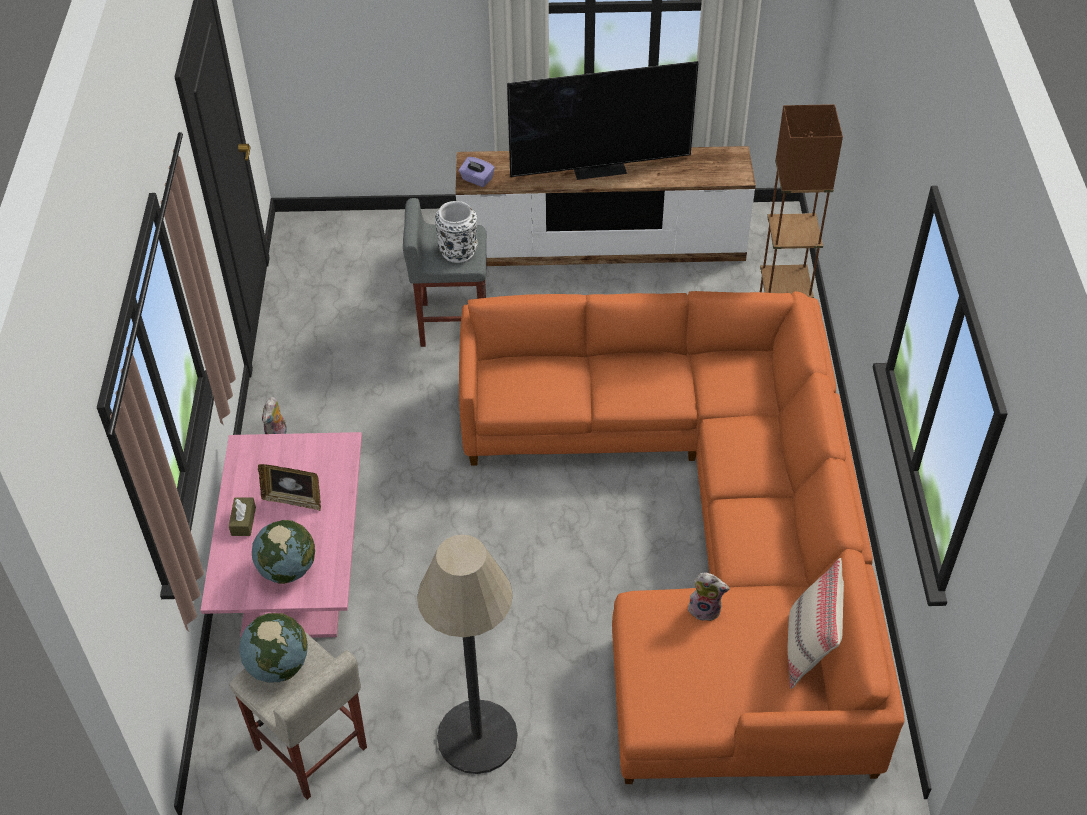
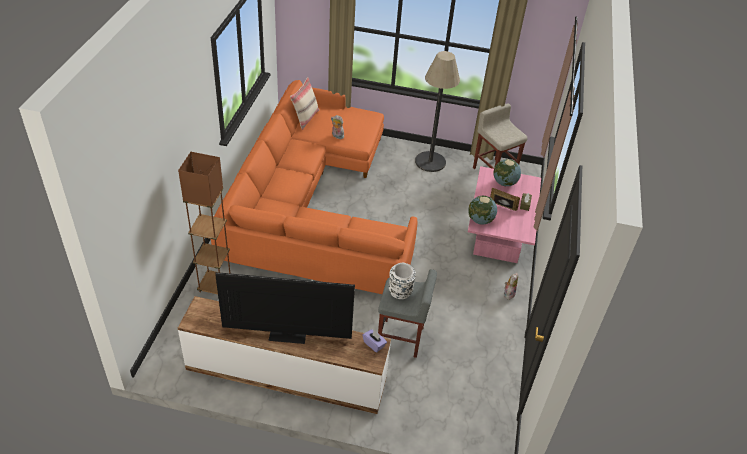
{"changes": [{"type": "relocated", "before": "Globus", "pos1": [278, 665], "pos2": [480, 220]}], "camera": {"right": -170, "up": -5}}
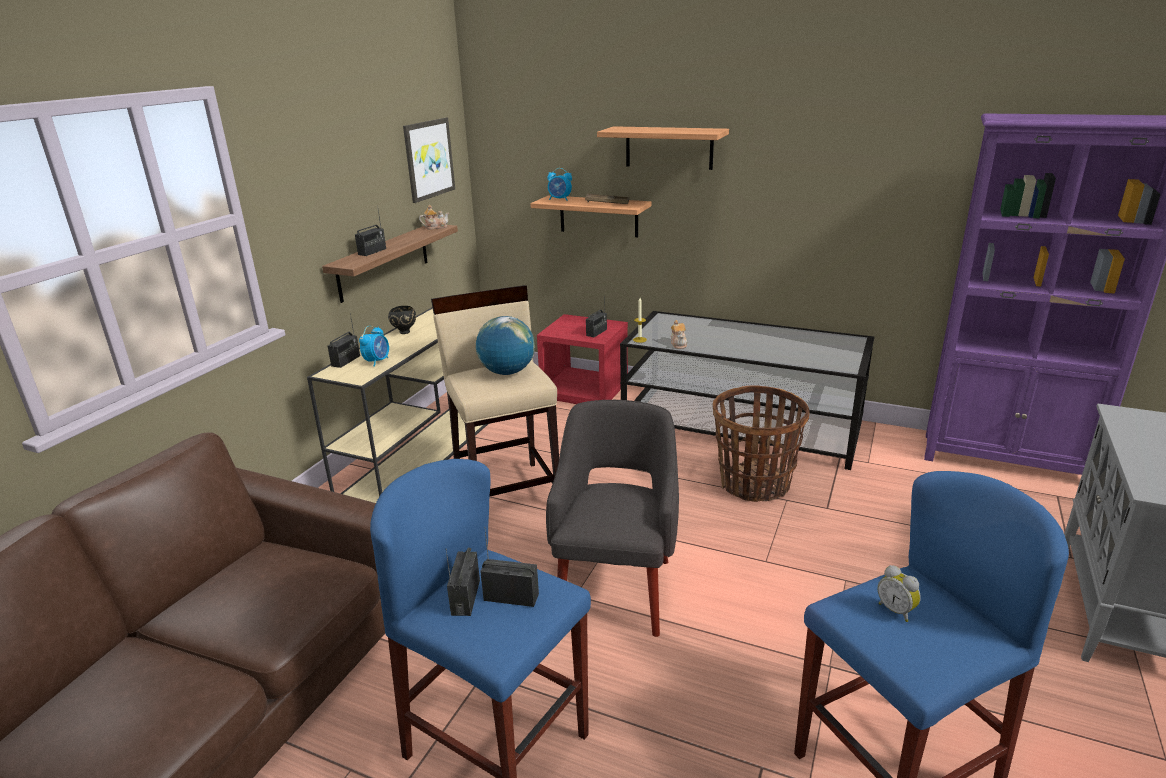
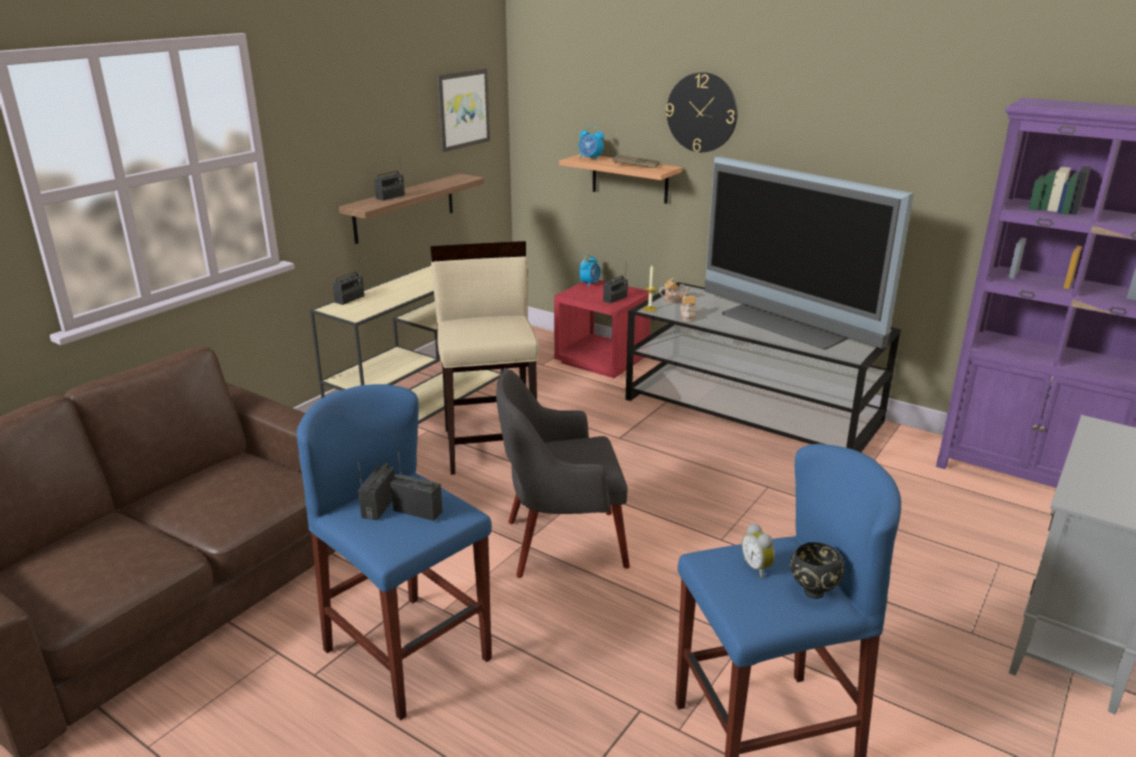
{"changes": [{"type": "relocated", "before": "Wecker", "pos1": [377, 361], "pos2": [590, 283]}, {"type": "relocated", "before": "Schüssel (schwarz)", "pos1": [404, 332], "pos2": [812, 591]}, {"type": "relocated", "before": "Teekanne", "pos1": [435, 227], "pos2": [674, 300]}, {"type": "missing", "before": "Globus", "pos1": [507, 372]}, {"type": "spun", "before": "Sessel (grau)", "pos1": [615, 588], "pos2": [563, 543], "turn": -120}, {"type": "exchanged", "before": "Wandregal", "after": "Wanduhr", "pos1": [669, 147], "pos2": [702, 112]}, {"type": "missing", "before": "Korb", "pos1": [754, 484]}, {"type": "appeared", "after": "Fernseher", "pos2": [786, 324]}], "camera": {"right": 10, "up": 0}}
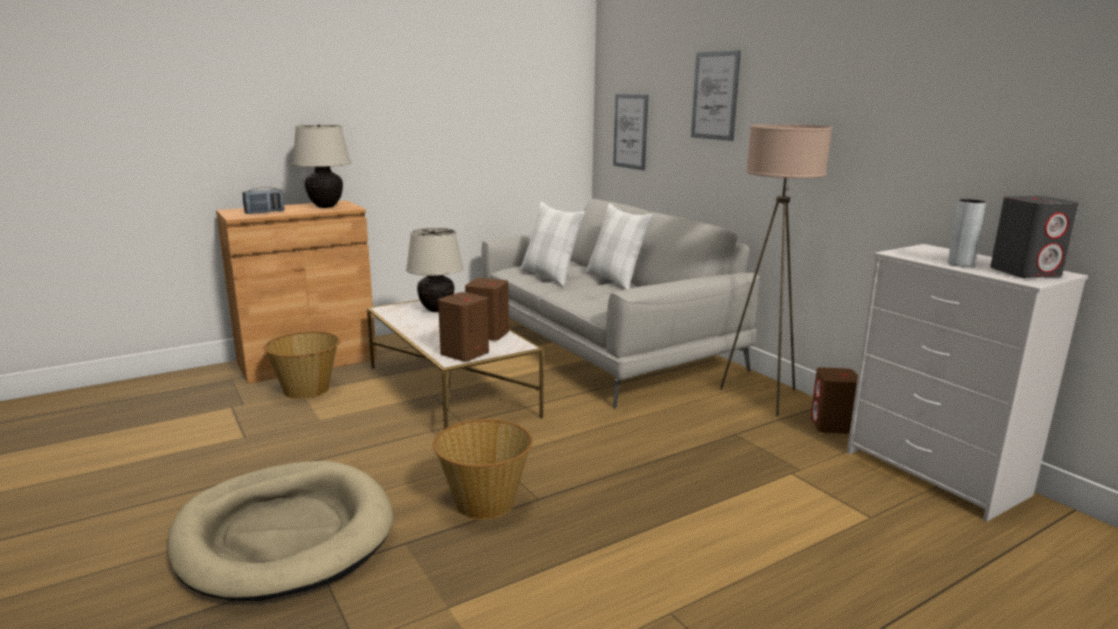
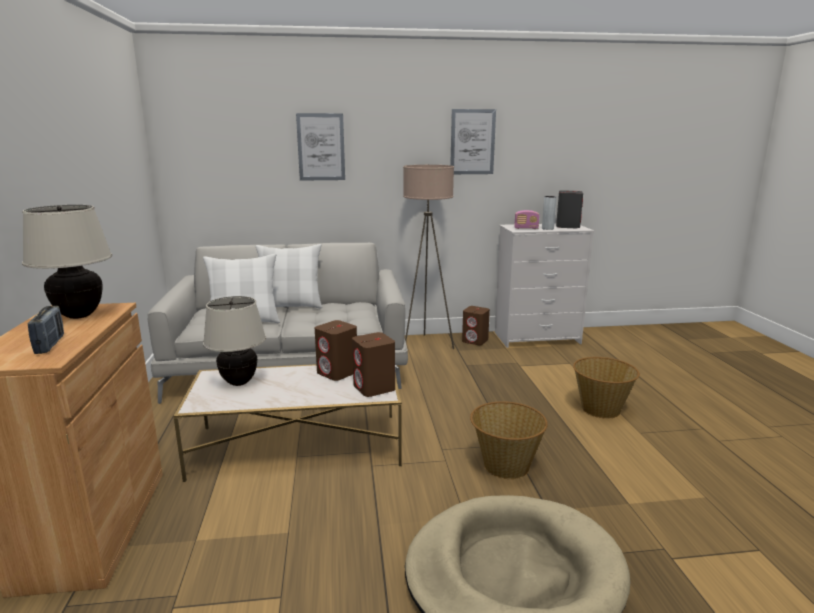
{"changes": [{"type": "relocated", "before": "Korb", "pos1": [307, 390], "pos2": [601, 409]}, {"type": "relocated", "before": "Bild", "pos1": [630, 131], "pos2": [472, 142]}, {"type": "appeared", "after": "Radio", "pos2": [526, 228]}], "camera": {"right": -65, "up": 0}}
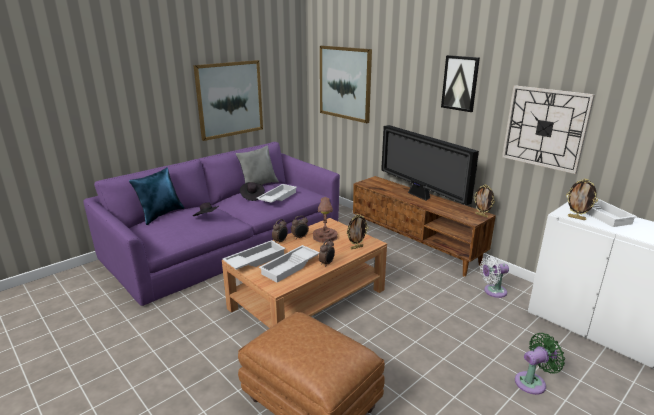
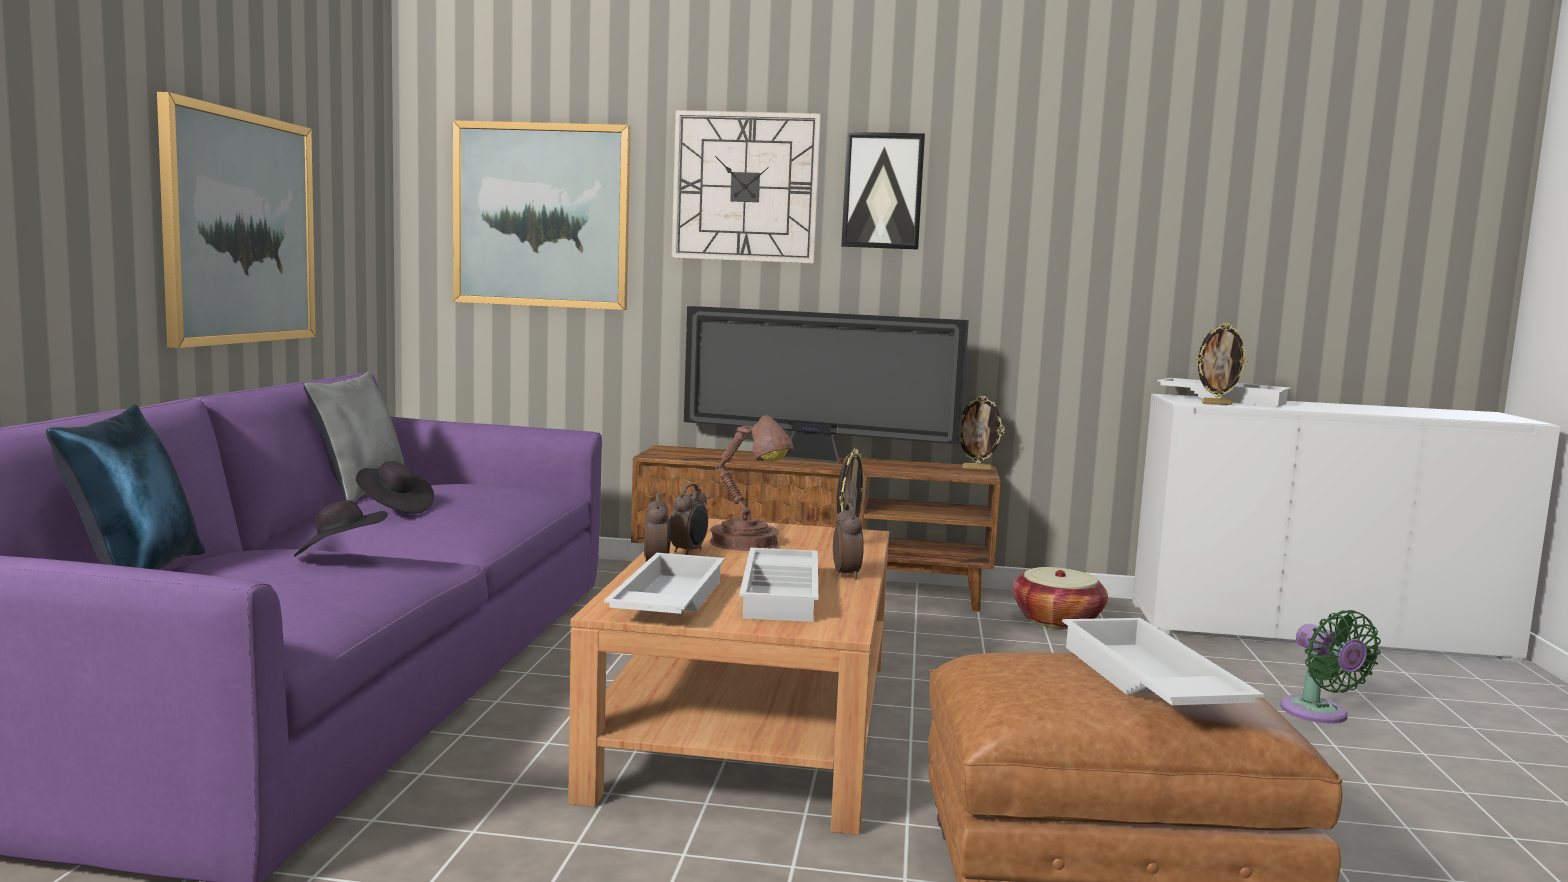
{"changes": [{"type": "relocated", "before": "Tablett (weiß)", "pos1": [277, 197], "pos2": [1146, 682]}, {"type": "exchanged", "before": "Ventilator (weiß)", "after": "Korb", "pos1": [492, 291], "pos2": [1057, 620]}, {"type": "relocated", "before": "Wanduhr", "pos1": [545, 128], "pos2": [745, 187]}, {"type": "spun", "before": "Ventilator (grün)", "pos1": [533, 382], "pos2": [1319, 714], "turn": 135}], "camera": {"right": -40, "up": -15}}
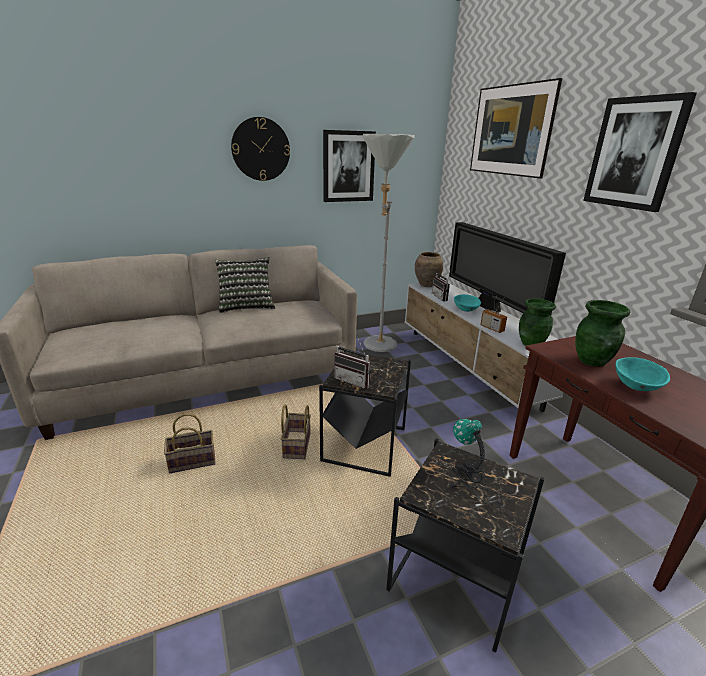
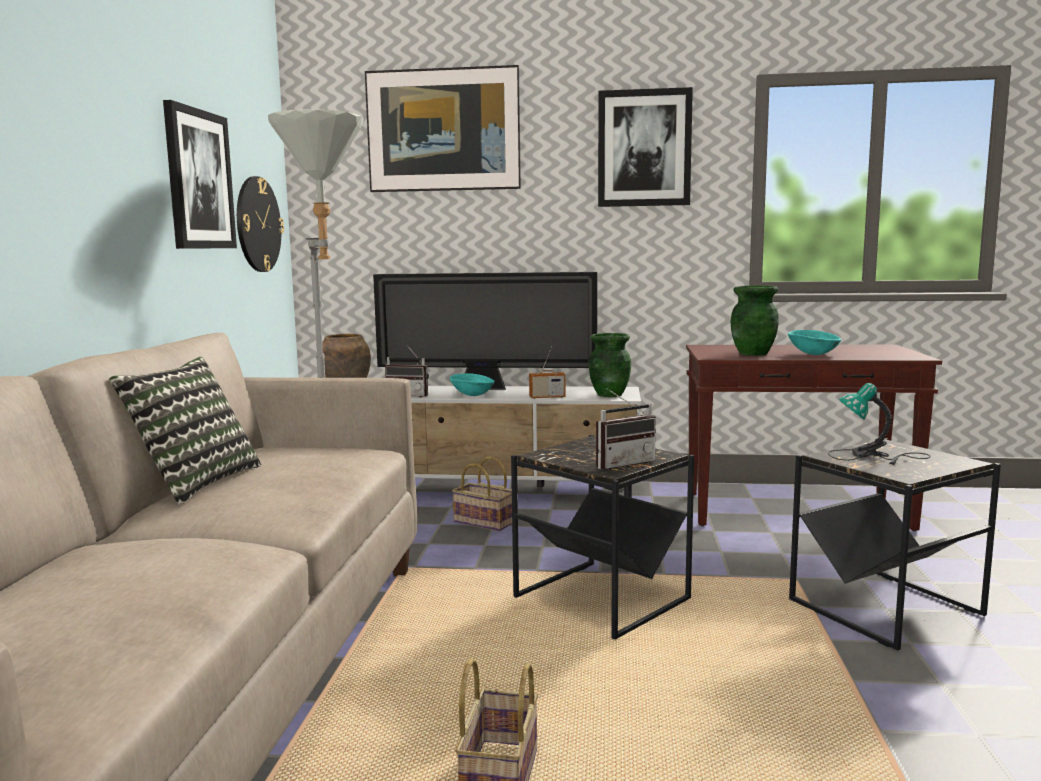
{"changes": [{"type": "relocated", "before": "Wanduhr", "pos1": [261, 149], "pos2": [258, 224]}, {"type": "relocated", "before": "Korb", "pos1": [296, 445], "pos2": [482, 522]}], "camera": {"right": -60, "up": -15}}
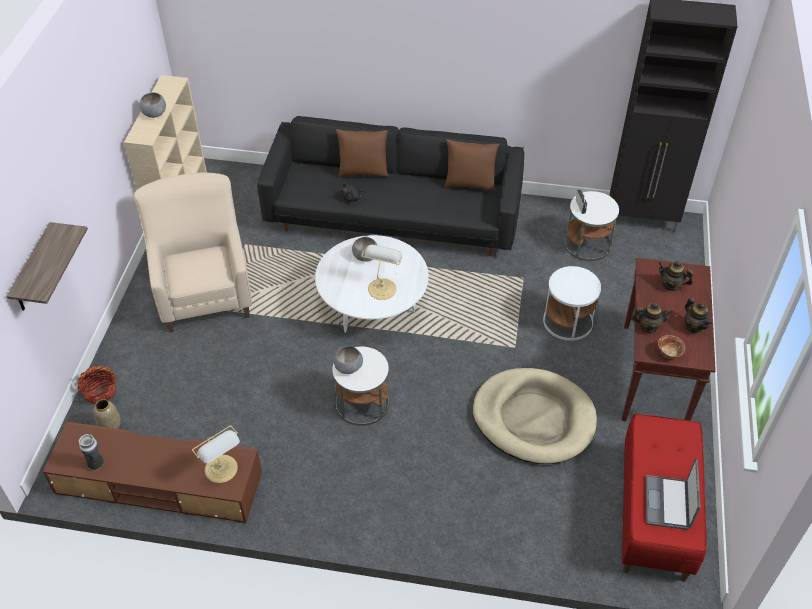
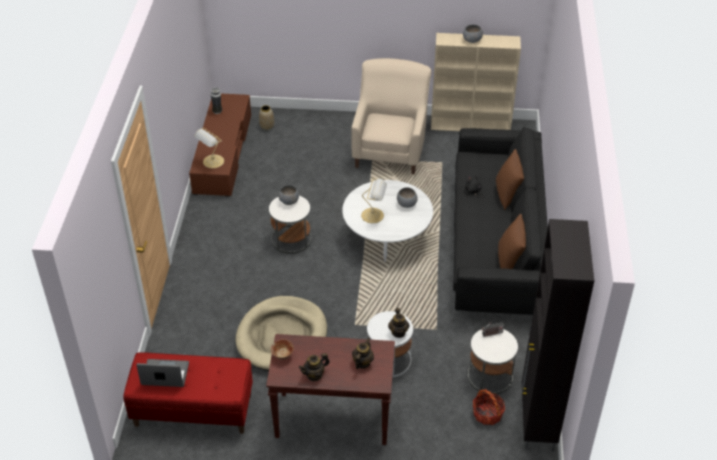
{"changes": [{"type": "missing", "before": "Wandregal", "pos1": [33, 270]}, {"type": "relocated", "before": "Korb", "pos1": [100, 392], "pos2": [487, 414]}, {"type": "spun", "before": "Sessel (beige)", "pos1": [204, 290], "pos2": [390, 148], "turn": -60}, {"type": "relocated", "before": "Teekanne", "pos1": [648, 326], "pos2": [398, 332]}], "camera": {"right": 85, "up": -5}}
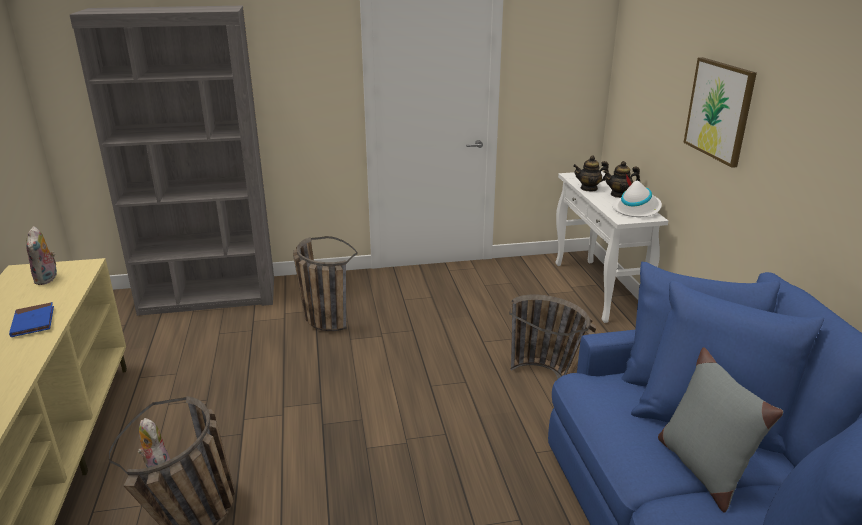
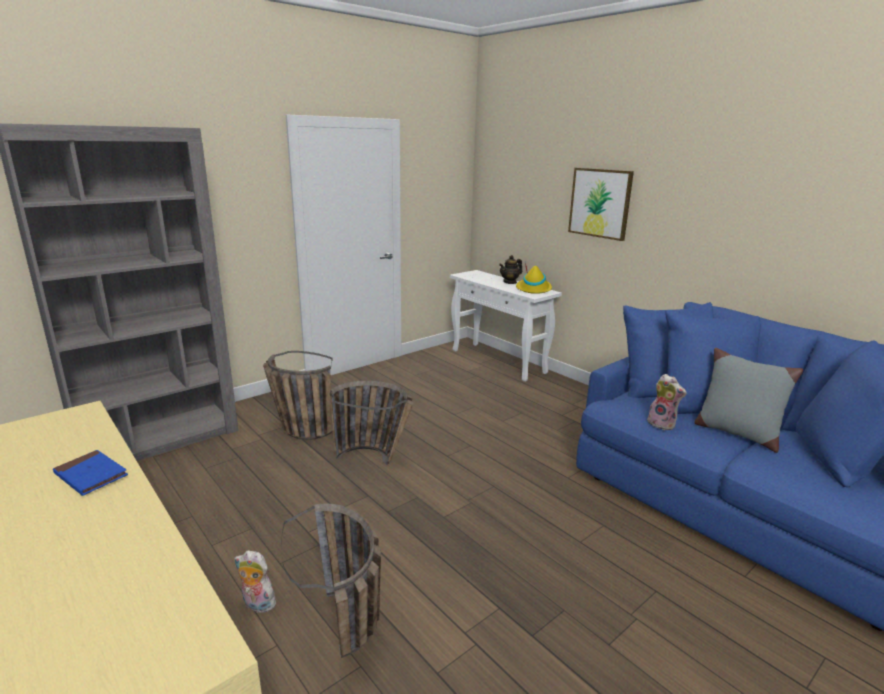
{"changes": [{"type": "relocated", "before": "Plüschtier", "pos1": [47, 279], "pos2": [662, 424]}, {"type": "relocated", "before": "Korb", "pos1": [550, 381], "pos2": [376, 459]}, {"type": "missing", "before": "Teekanne", "pos1": [589, 188]}, {"type": "colour", "before": "Hut (weiß)", "after": "Hut (gelb)", "pos1": [636, 209], "pos2": [533, 289]}], "camera": {"right": -30, "up": -5}}
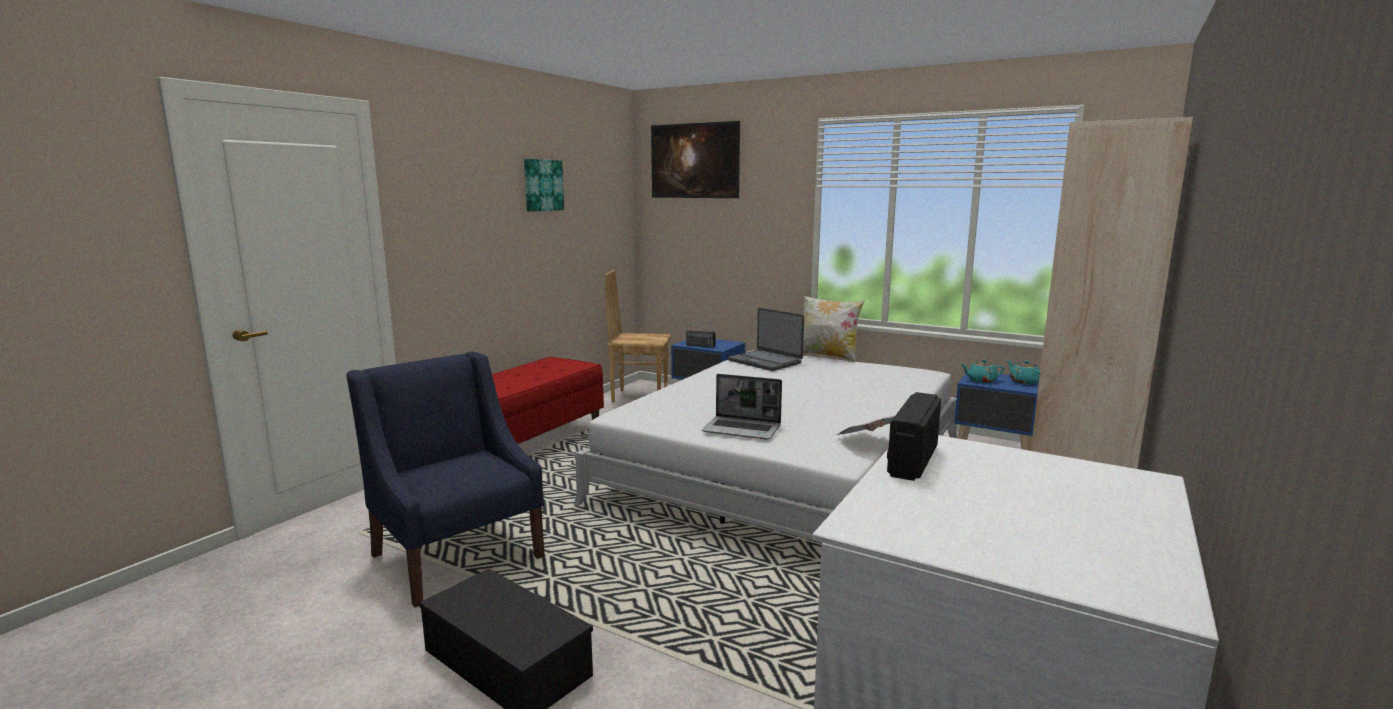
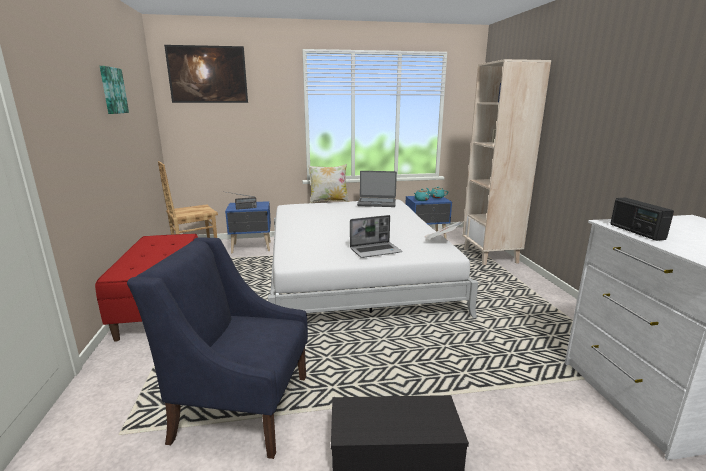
{"changes": [{"type": "relocated", "before": "Laptop", "pos1": [765, 361], "pos2": [376, 203]}], "camera": {"right": -40, "up": 5}}
